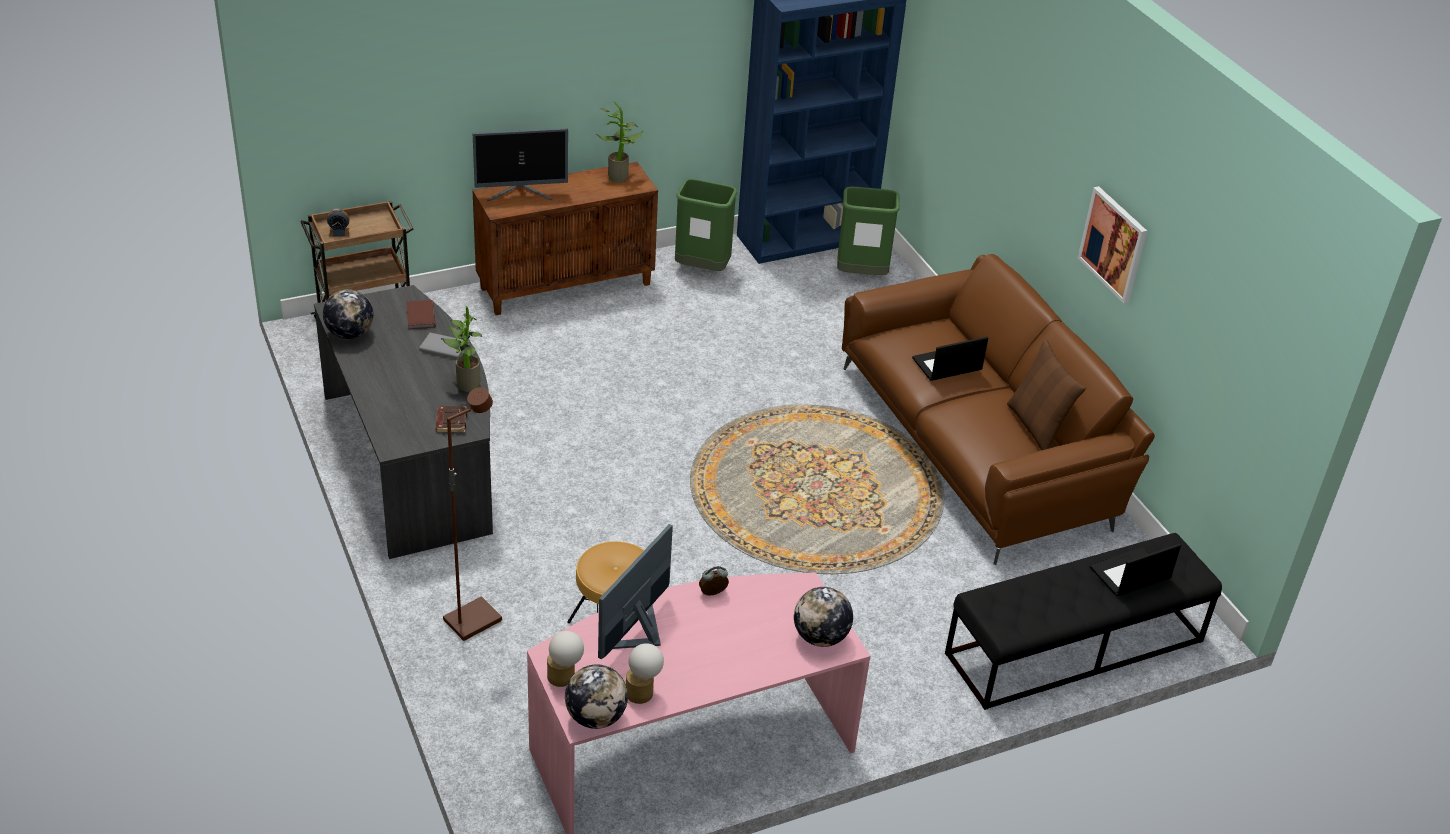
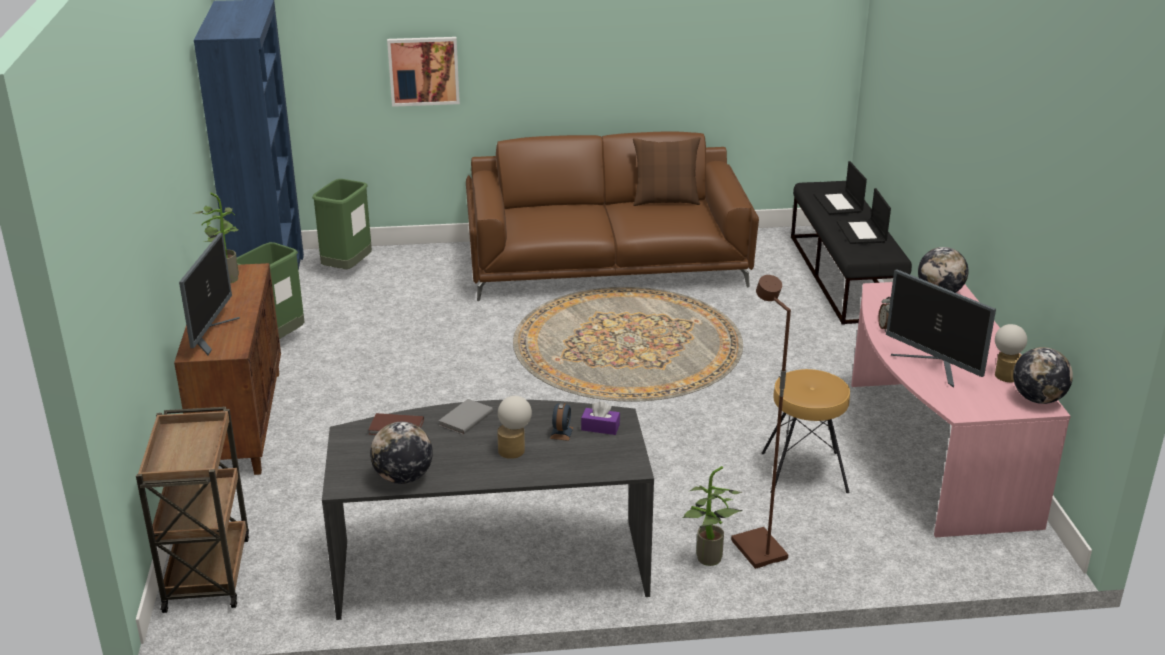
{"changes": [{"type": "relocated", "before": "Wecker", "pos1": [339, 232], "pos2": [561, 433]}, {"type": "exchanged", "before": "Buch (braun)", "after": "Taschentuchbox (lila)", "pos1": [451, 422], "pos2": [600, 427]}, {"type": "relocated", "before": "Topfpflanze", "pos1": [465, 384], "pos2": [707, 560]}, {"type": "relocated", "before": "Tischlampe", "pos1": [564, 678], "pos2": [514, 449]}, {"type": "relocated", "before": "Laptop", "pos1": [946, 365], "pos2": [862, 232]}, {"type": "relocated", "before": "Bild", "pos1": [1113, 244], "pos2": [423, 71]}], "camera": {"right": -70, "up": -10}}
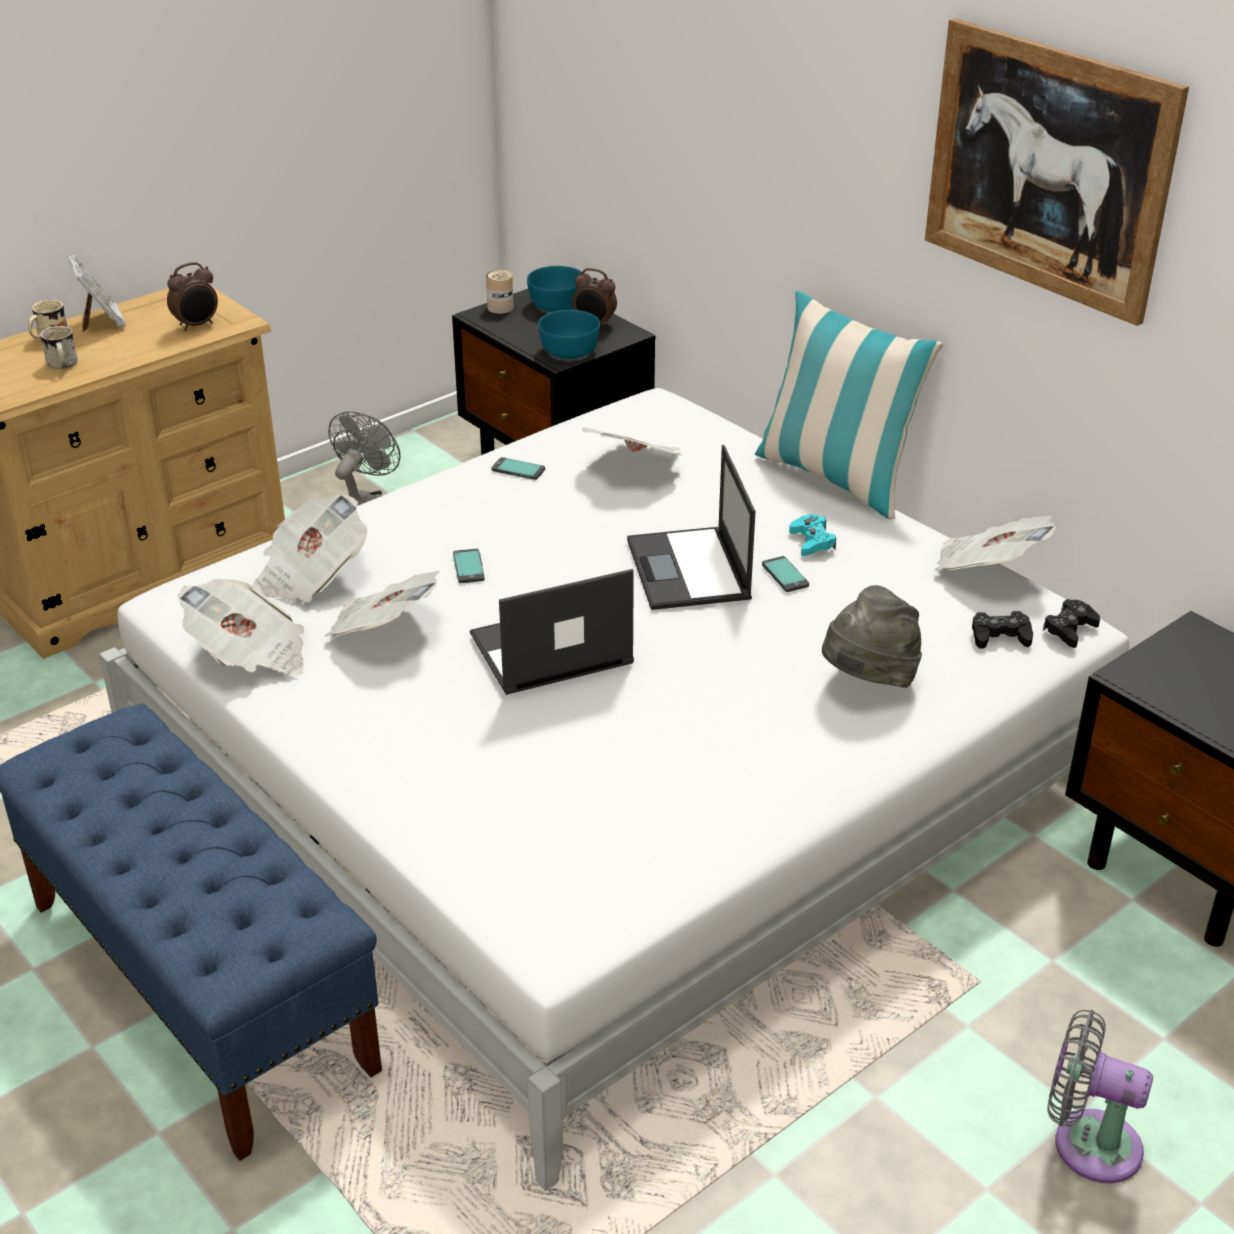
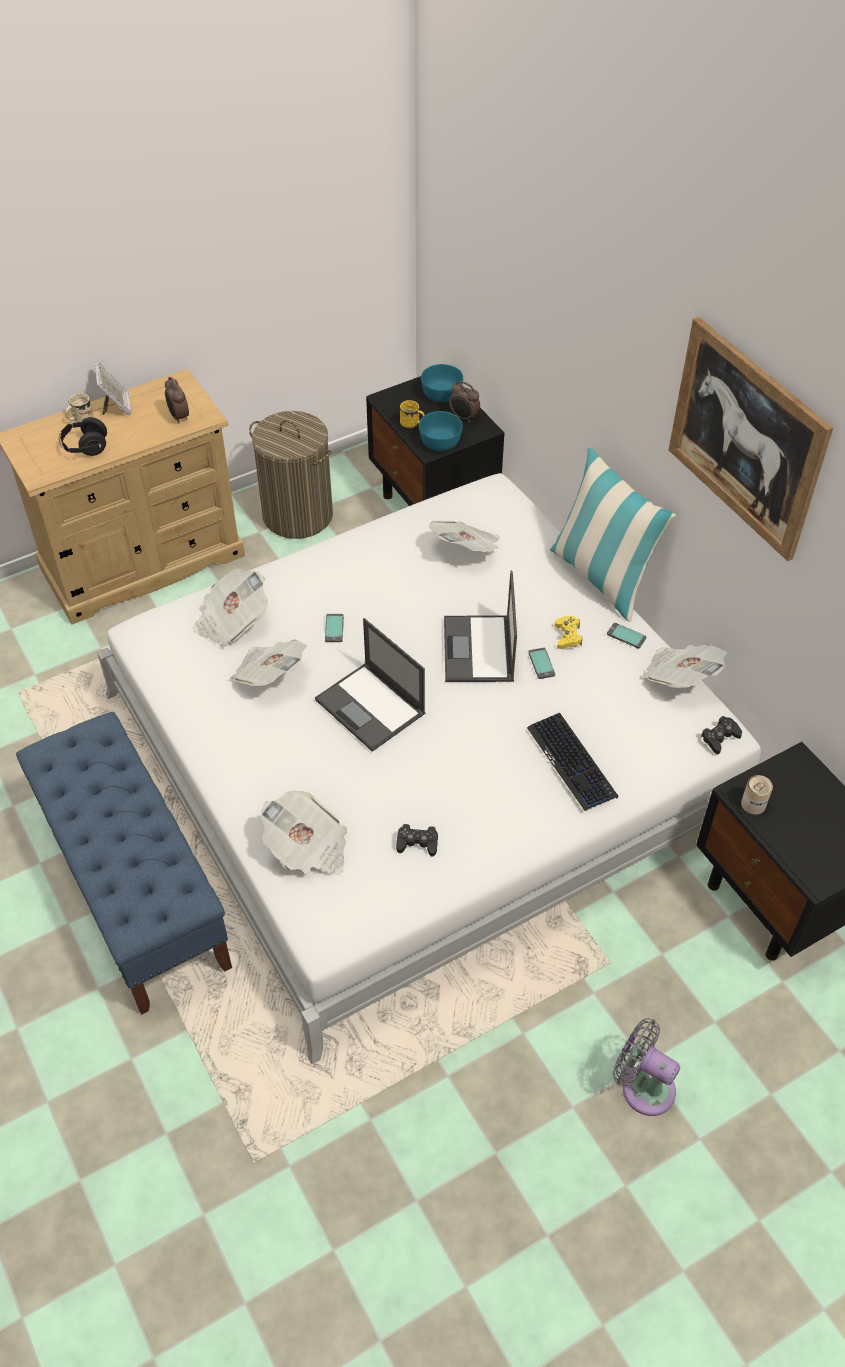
{"changes": [{"type": "exchanged", "before": "Henkelbecher (weiß)", "after": "Kopfhörer (schwarz)", "pos1": [62, 366], "pos2": [85, 447]}, {"type": "spun", "before": "Wecker", "pos1": [197, 325], "pos2": [179, 417], "turn": 90}, {"type": "relocated", "before": "Zeitung", "pos1": [250, 656], "pos2": [308, 848]}, {"type": "exchanged", "before": "Ventilator (grau)", "after": "Wäschekorb", "pos1": [364, 502], "pos2": [297, 515]}, {"type": "spun", "before": "Laptop", "pos1": [549, 649], "pos2": [371, 707], "turn": -120}, {"type": "relocated", "before": "Dose", "pos1": [500, 308], "pos2": [753, 804]}, {"type": "relocated", "before": "Handy", "pos1": [518, 470], "pos2": [626, 636]}, {"type": "colour", "before": "Gamepad (türkis)", "after": "Gamepad (gelb)", "pos1": [812, 541], "pos2": [567, 636]}, {"type": "exchanged", "before": "Hut (grau)", "after": "Tastatur", "pos1": [868, 680], "pos2": [572, 762]}, {"type": "relocated", "before": "Gamepad (schwarz)", "pos1": [1000, 636], "pos2": [417, 843]}, {"type": "appeared", "after": "Henkelbecher (gelb)", "pos2": [412, 424]}], "camera": {"right": 10, "up": 15}}
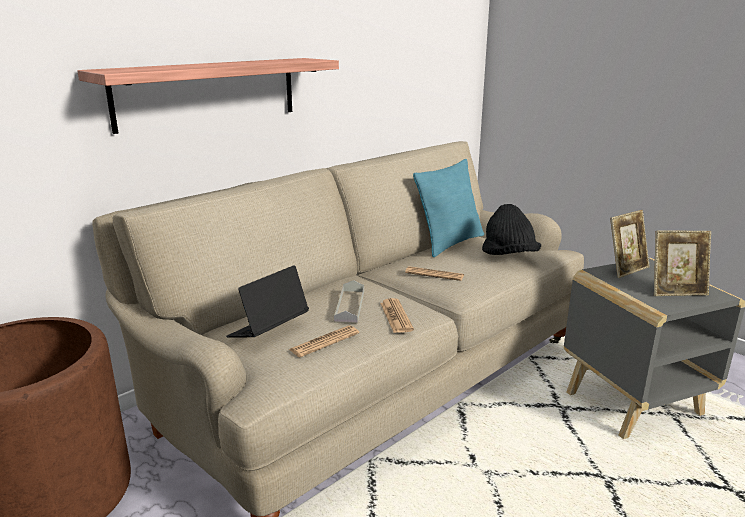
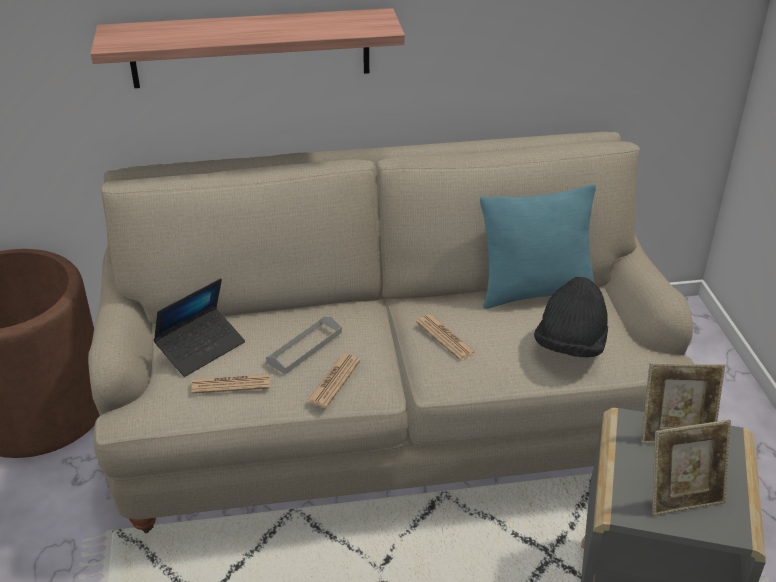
{"changes": [{"type": "spun", "before": "Laptop", "pos1": [268, 331], "pos2": [201, 348], "turn": 150}, {"type": "spun", "before": "Bilderrahmen", "pos1": [676, 291], "pos2": [683, 498], "turn": -45}], "camera": {"right": 35, "up": 15}}
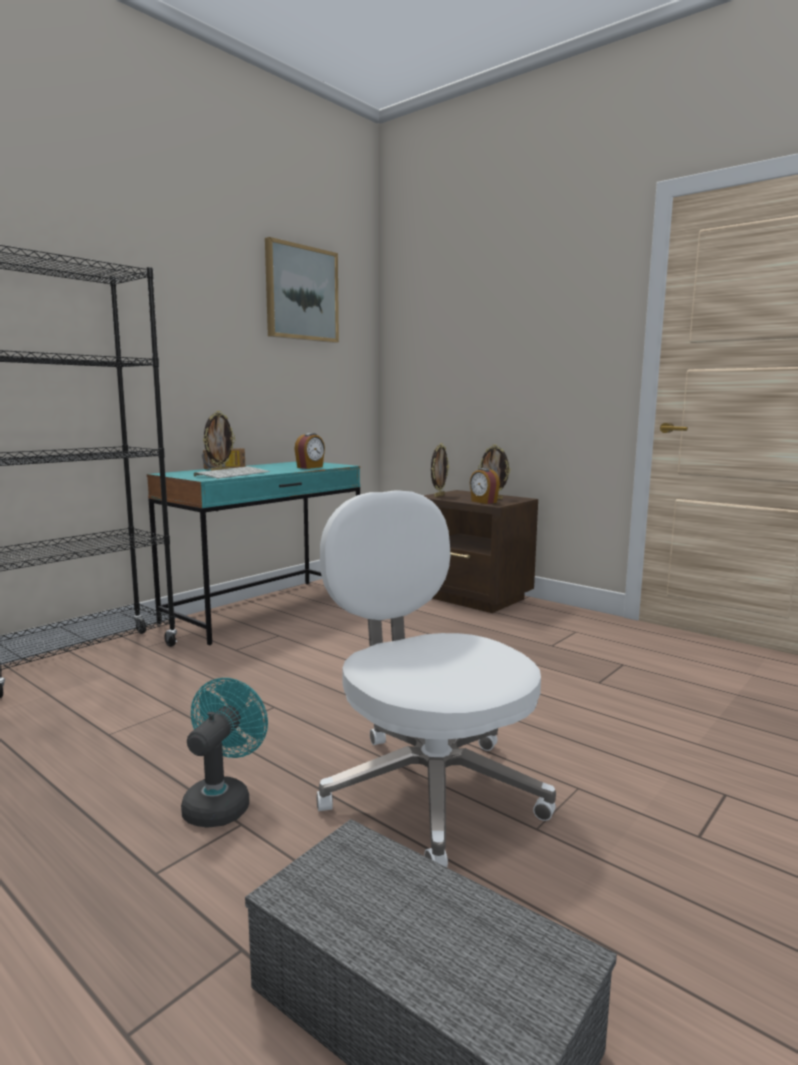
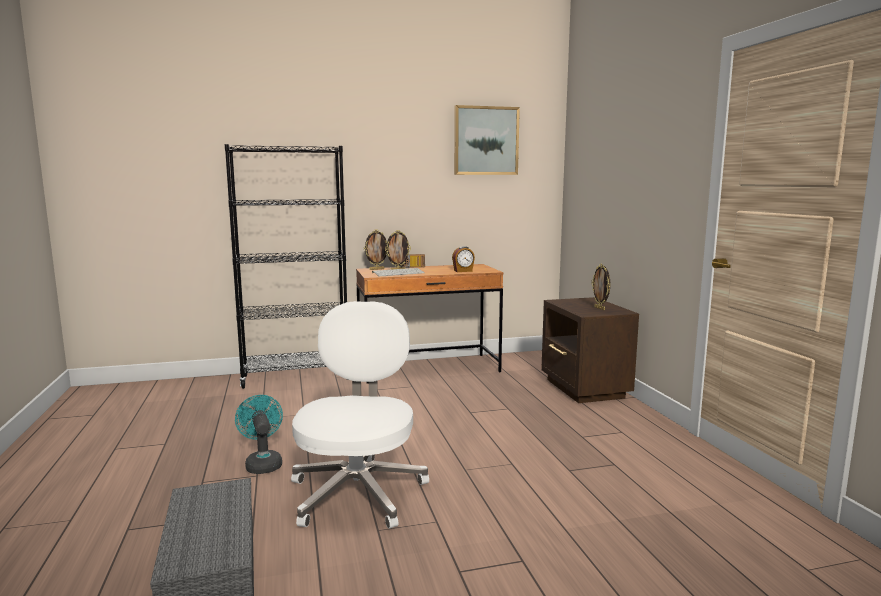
{"changes": [{"type": "colour", "before": "Schreibtisch (türkis)", "after": "Schreibtisch (braun)", "pos1": [266, 610], "pos2": [428, 368]}, {"type": "spun", "before": "Ventilator (türkis)", "pos1": [222, 802], "pos2": [262, 463], "turn": -75}, {"type": "relocated", "before": "Bilderrahmen", "pos1": [438, 496], "pos2": [376, 269]}, {"type": "missing", "before": "Wecker", "pos1": [483, 502]}], "camera": {"right": 35, "up": 0}}
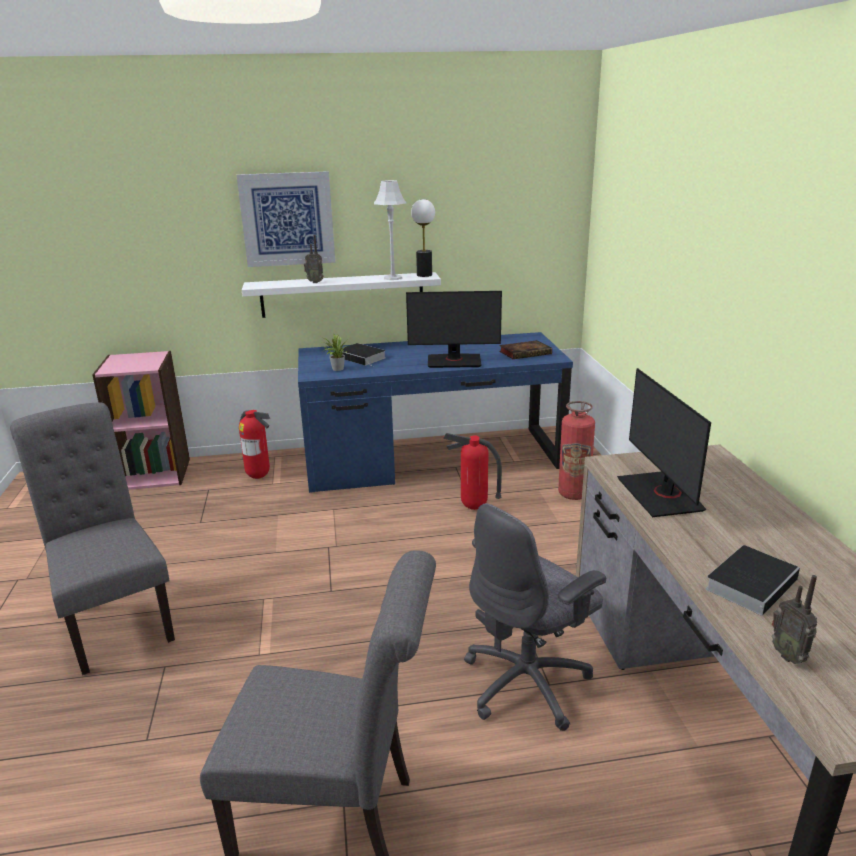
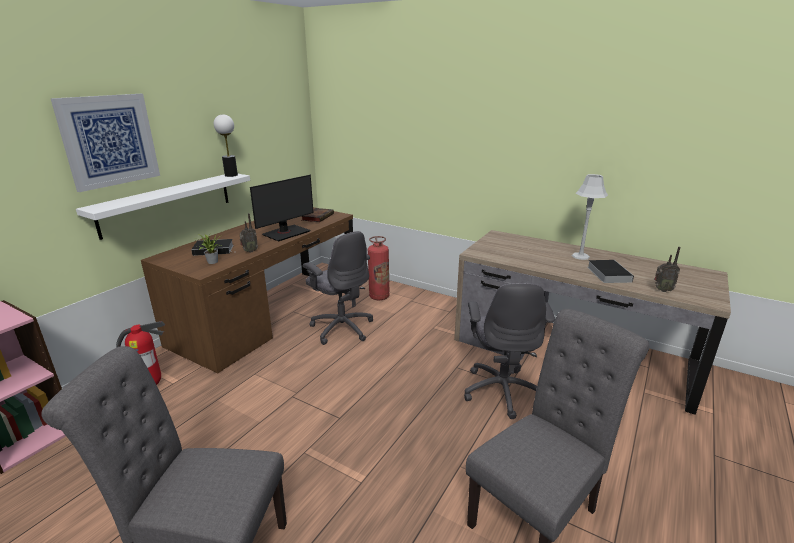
{"changes": [{"type": "colour", "before": "Schreibtisch (blau)", "after": "Schreibtisch (braun)", "pos1": [432, 459], "pos2": [270, 313]}, {"type": "relocated", "before": "Radio", "pos1": [315, 282], "pos2": [249, 251]}, {"type": "relocated", "before": "Tischlampe (grau)", "pos1": [393, 278], "pos2": [580, 256]}, {"type": "exchanged", "before": "Feuerlöscher", "after": "Bürostuhl (grau)", "pos1": [473, 508], "pos2": [342, 328]}, {"type": "missing", "before": "Monitor", "pos1": [661, 494]}], "camera": {"right": -50, "up": 0}}
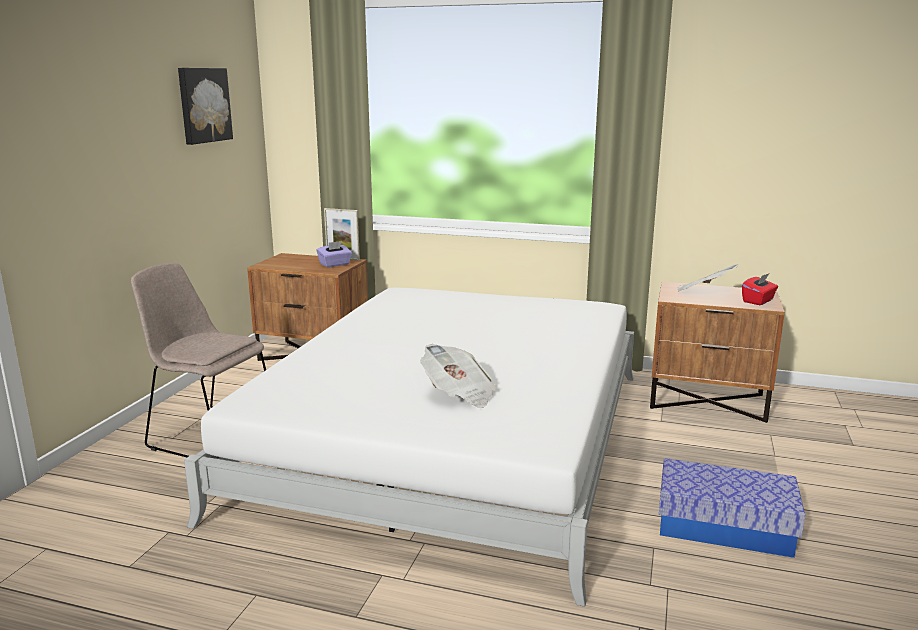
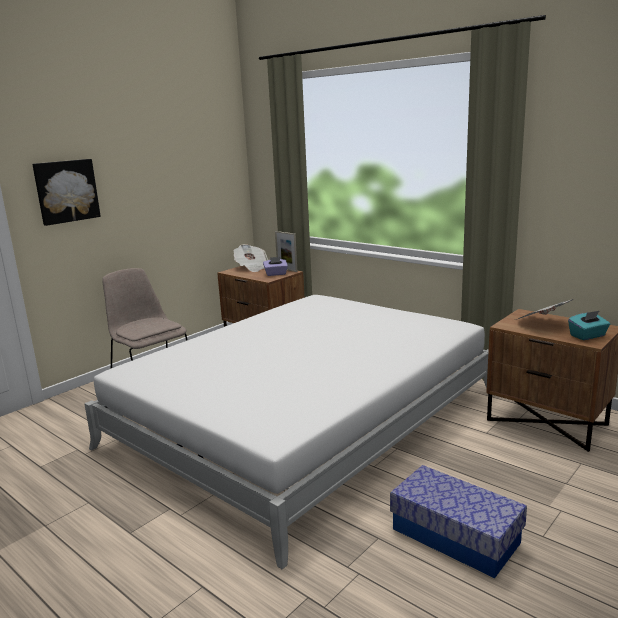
{"changes": [{"type": "relocated", "before": "Bild", "pos1": [203, 105], "pos2": [66, 191]}, {"type": "relocated", "before": "Zeitung", "pos1": [459, 394], "pos2": [252, 268]}, {"type": "colour", "before": "Taschentuchbox (rot)", "after": "Taschentuchbox (türkis)", "pos1": [758, 301], "pos2": [587, 336]}], "camera": {"right": 25, "up": 0}}
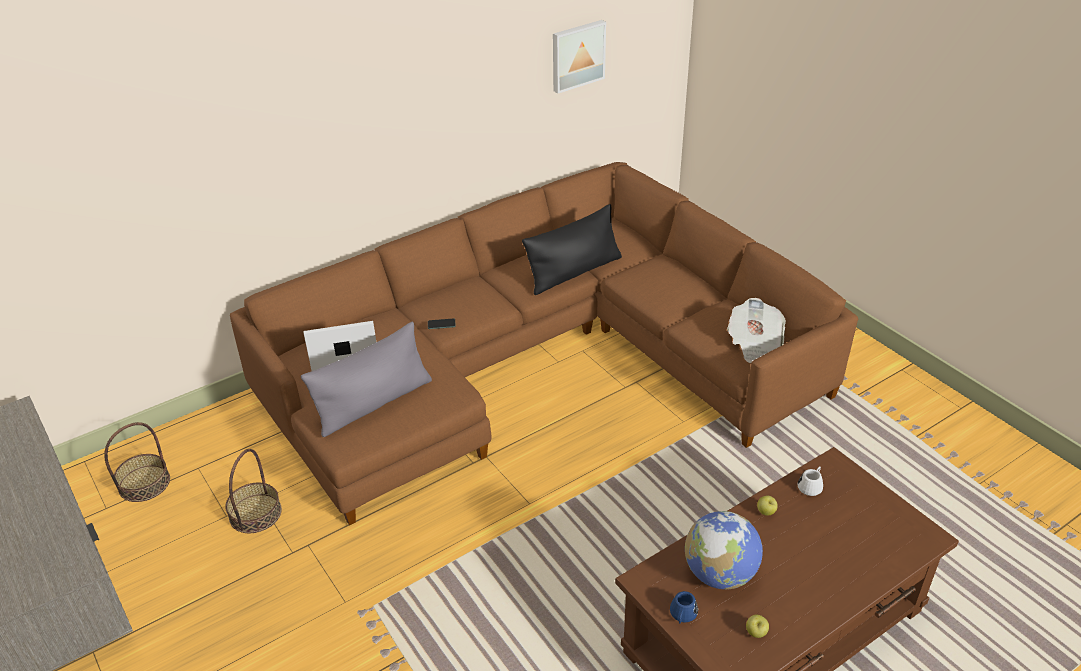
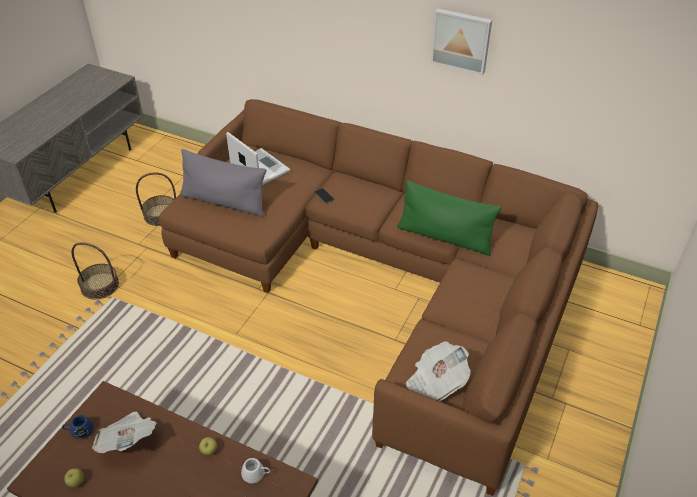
{"changes": [{"type": "relocated", "before": "Korb", "pos1": [144, 483], "pos2": [99, 286]}, {"type": "colour", "before": "Kissen (schwarz)", "after": "Kissen (grün)", "pos1": [574, 272], "pos2": [444, 237]}, {"type": "relocated", "before": "Bild", "pos1": [577, 55], "pos2": [461, 40]}, {"type": "exchanged", "before": "Globus", "after": "Zeitung", "pos1": [719, 574], "pos2": [128, 441]}], "camera": {"right": 60, "up": 5}}
